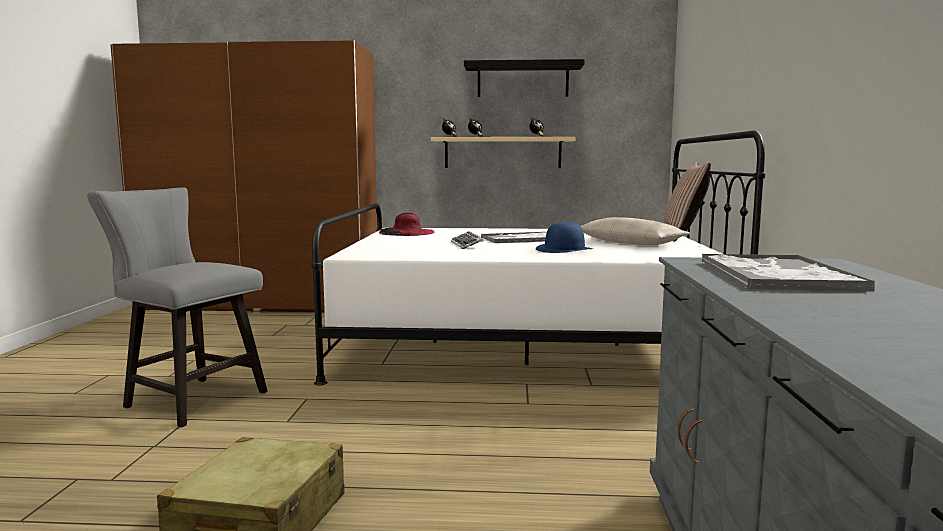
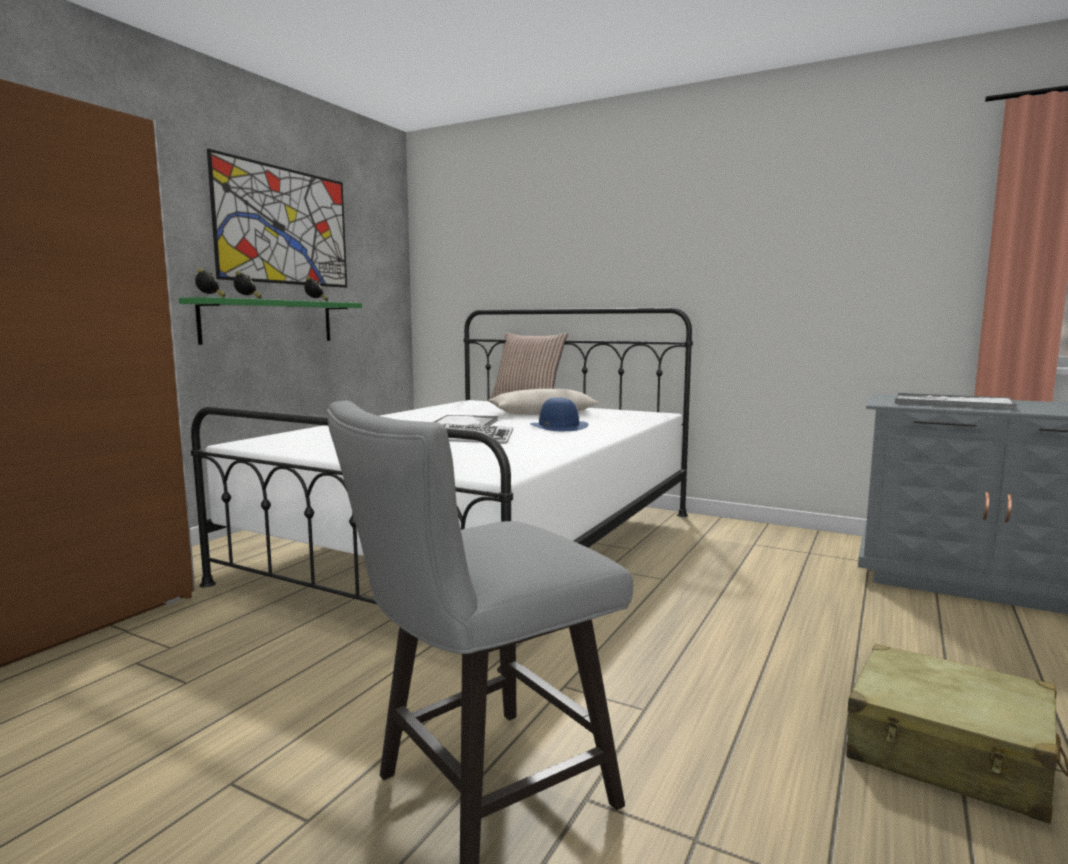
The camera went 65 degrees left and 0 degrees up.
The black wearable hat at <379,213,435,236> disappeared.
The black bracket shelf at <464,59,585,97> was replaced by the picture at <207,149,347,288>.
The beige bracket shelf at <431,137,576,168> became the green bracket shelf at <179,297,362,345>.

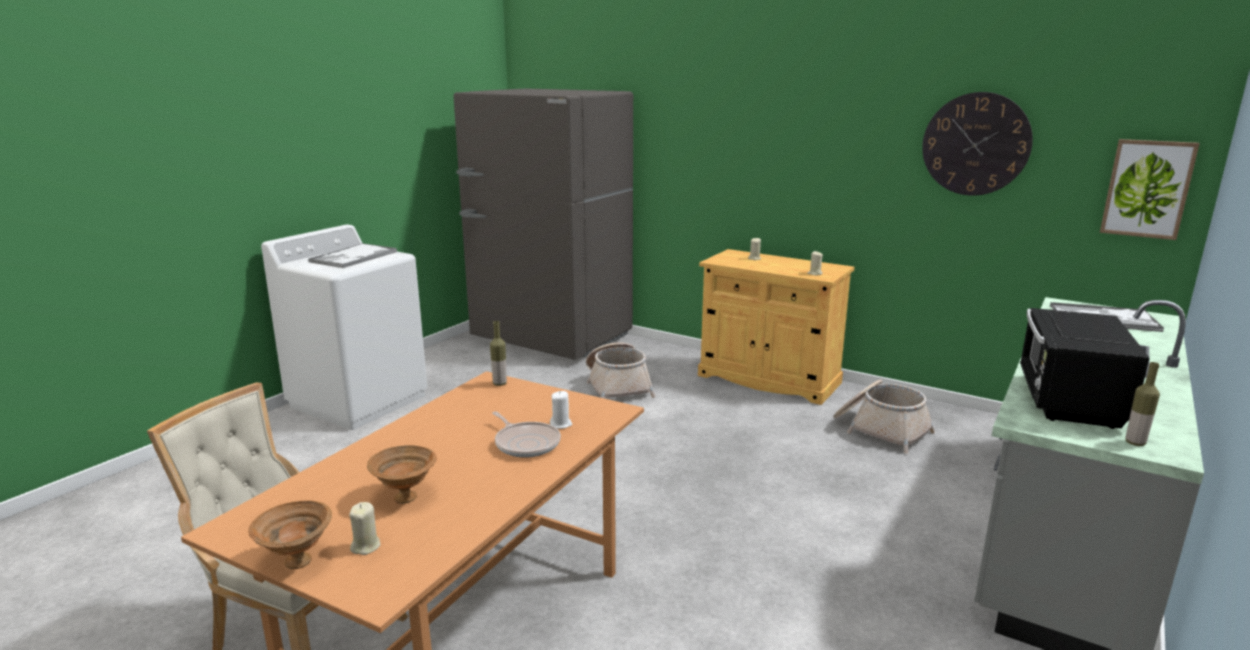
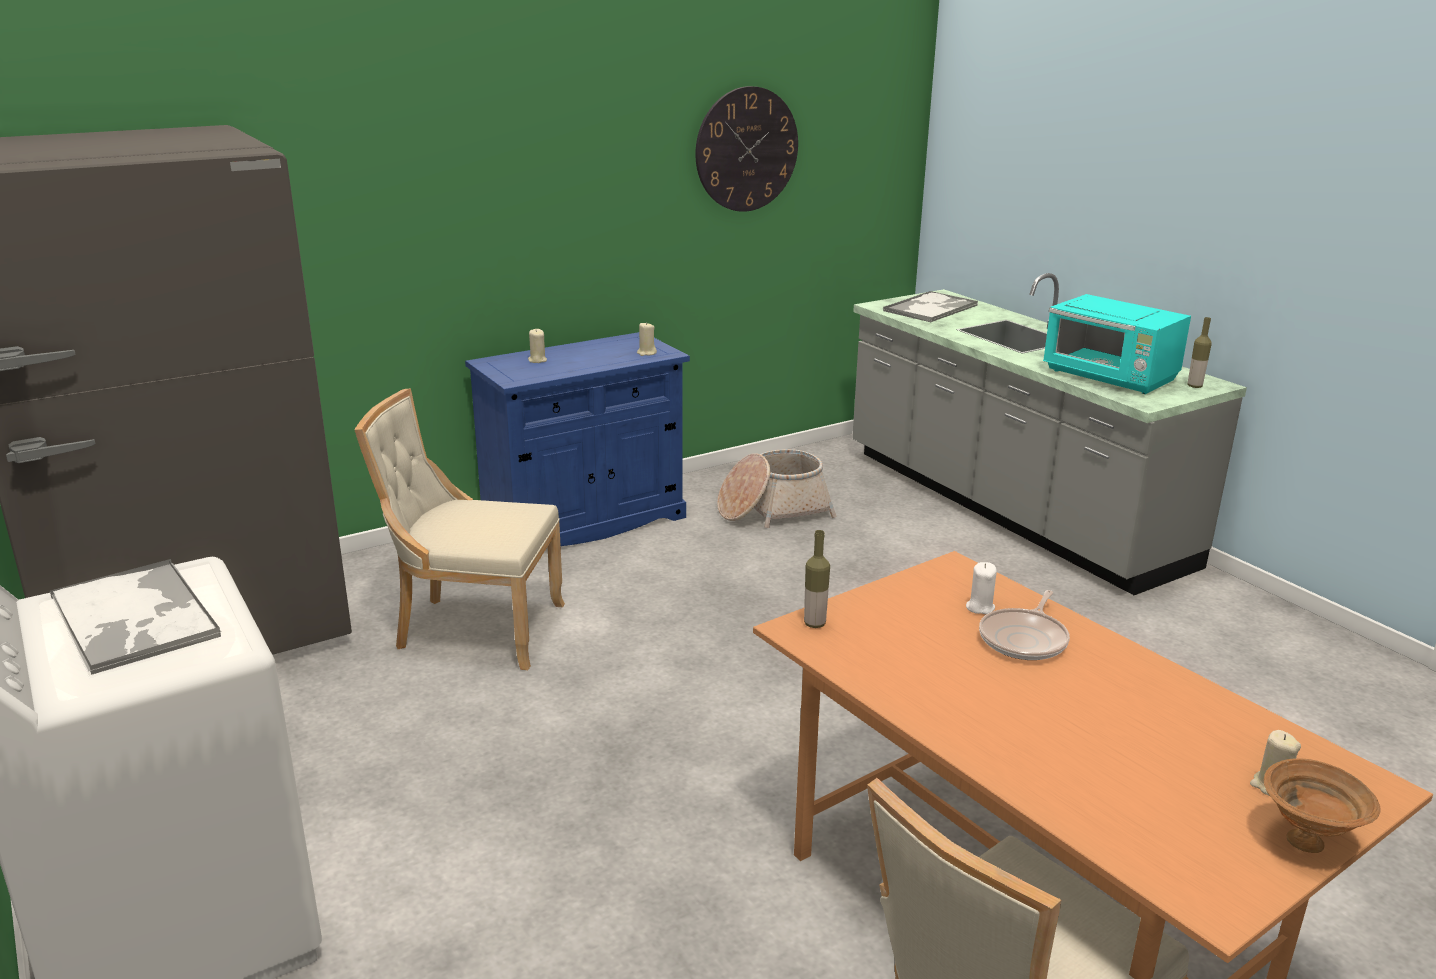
The camera went 65 degrees left and 5 degrees up.
The brownish serving bowl at <367,445,437,504> disappeared.
The picture at <1100,139,1200,240> disappeared.
The basket at <586,342,656,399> was replaced by the beige chair at <355,388,565,670>.
The beige cabinet at <698,249,855,405> became the blue-coloured cabinet at <465,332,690,546>.
The black kitchen microwave at <1020,308,1149,429> became the turquoise kitchen microwave at <1043,294,1191,394>.
The skillet at <492,411,561,457> turned 135 degrees clockwise.

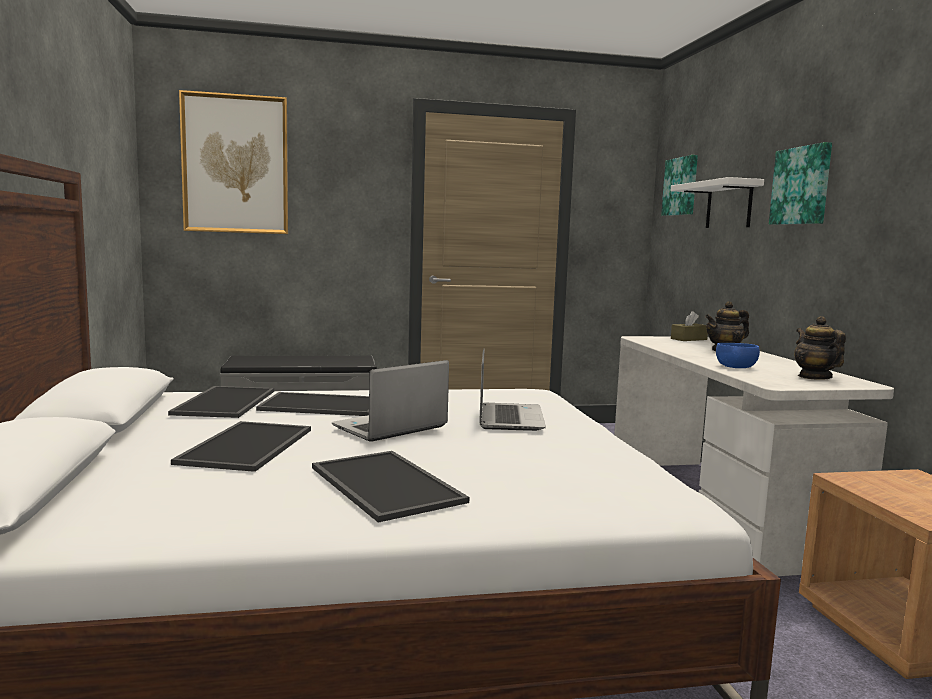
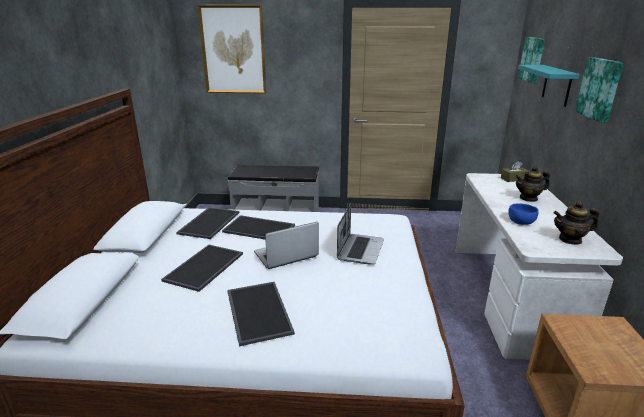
The camera went 15 degrees right and 15 degrees up.
The white bracket shelf at <671,177,764,228> became the turquoise bracket shelf at <518,65,580,107>.
The teapot at <794,316,846,380> turned 90 degrees counterclockwise.

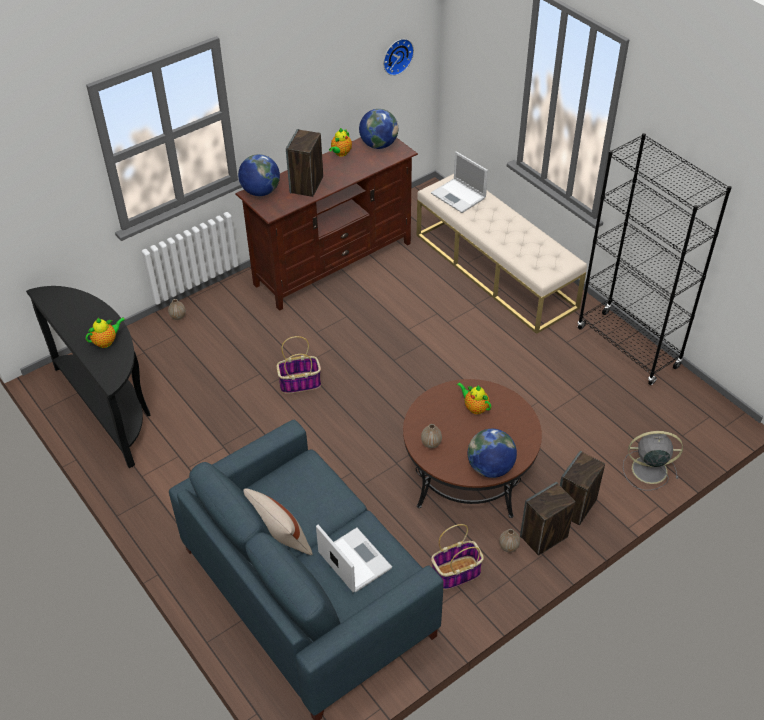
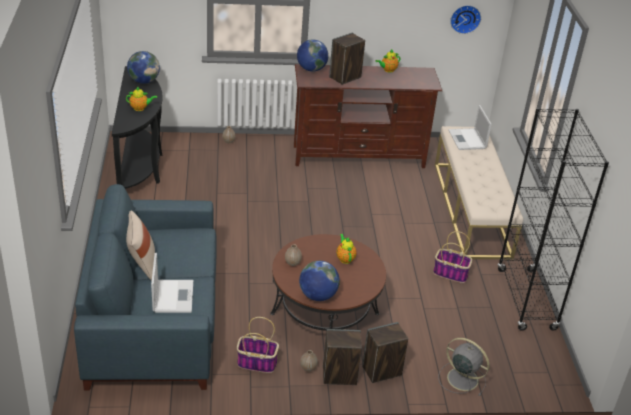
The camera went 30 degrees right and 10 degrees down.
The basket moved from <277,336,321,394> to <433,231,472,283>.
The world globe moved from <359,109,398,149> to <127,51,160,84>.

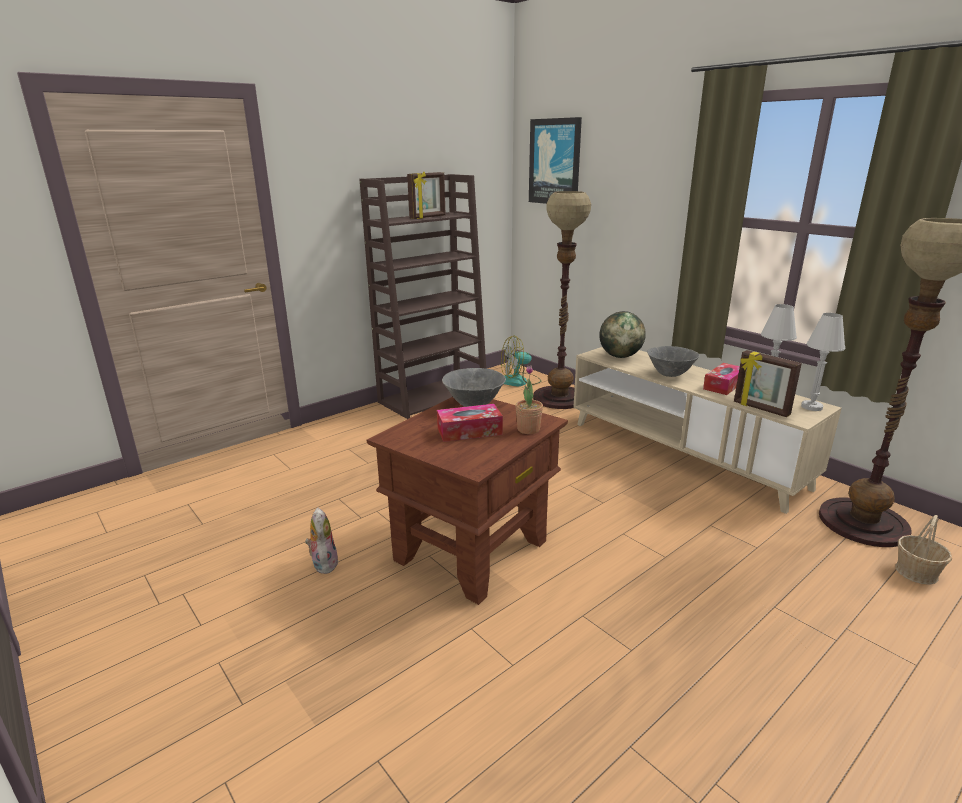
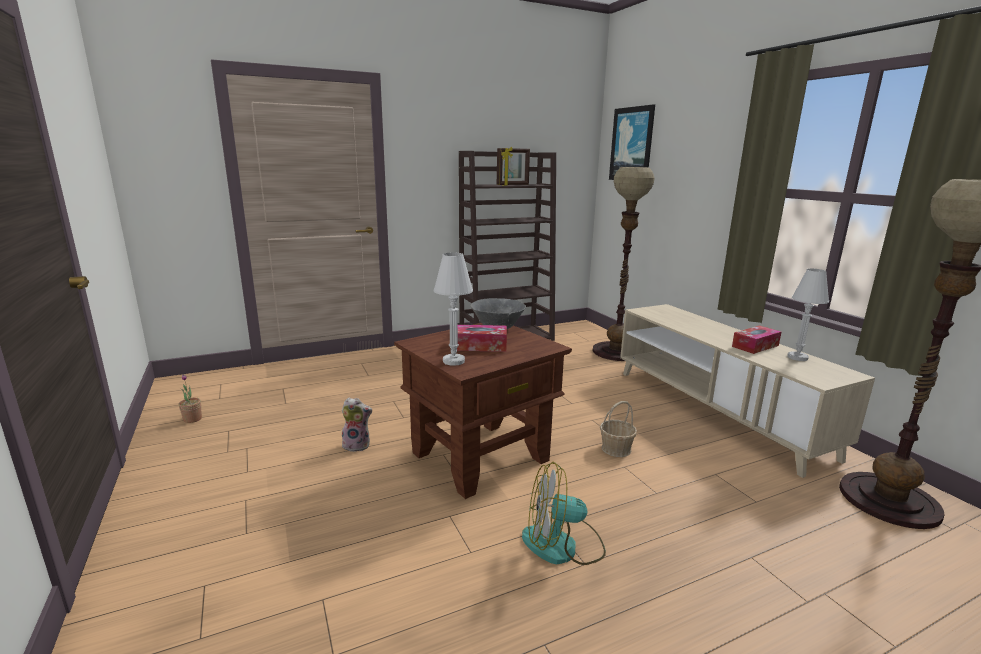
The camera went 15 degrees right and 5 degrees down.
The world globe at <599,311,646,358> disappeared.
The gray serving bowl at <647,346,700,377> disappeared.
The photo frame at <734,350,802,417> disappeared.
The fan moved from <501,336,541,386> to <522,462,606,565>.
The plant in a pot moved from <515,365,543,434> to <178,374,202,423>.
The white table lamp moved from <801,313,845,411> to <434,253,473,366>.
The basket moved from <896,515,952,585> to <600,401,637,457>.
The plush toy at <305,507,339,574> turned 90 degrees clockwise.

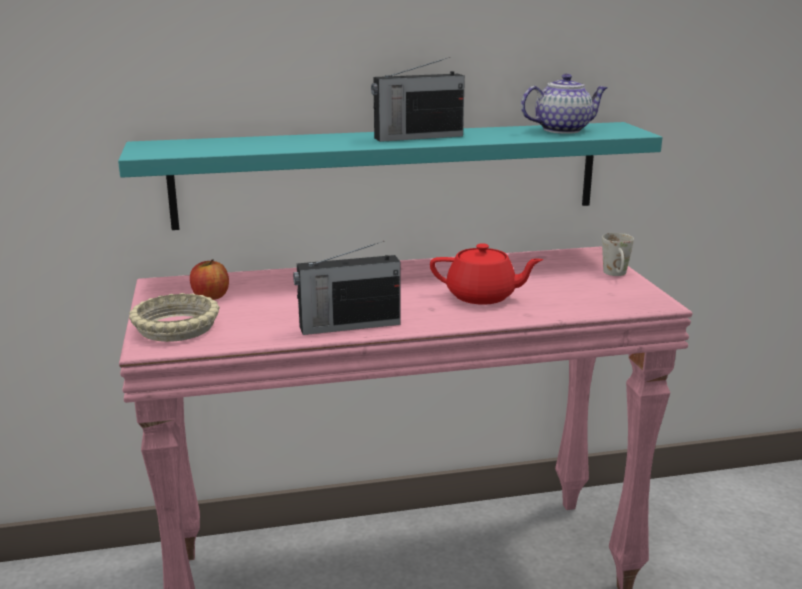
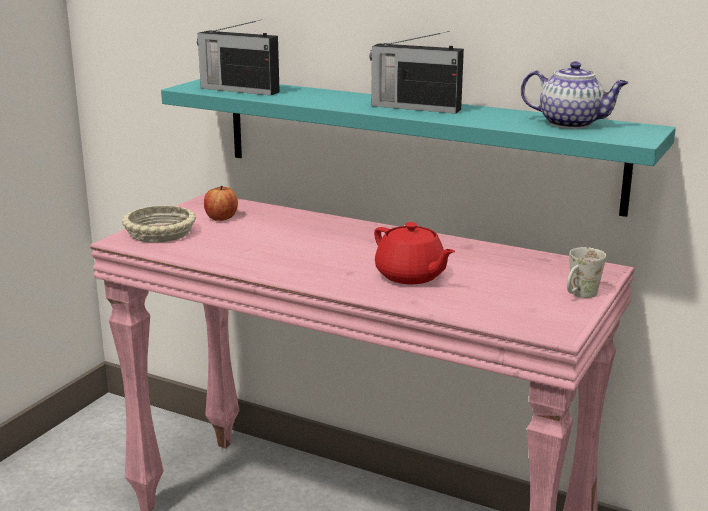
The camera went 40 degrees right and 0 degrees up.
The radio moved from <293,241,400,335> to <197,19,280,96>.

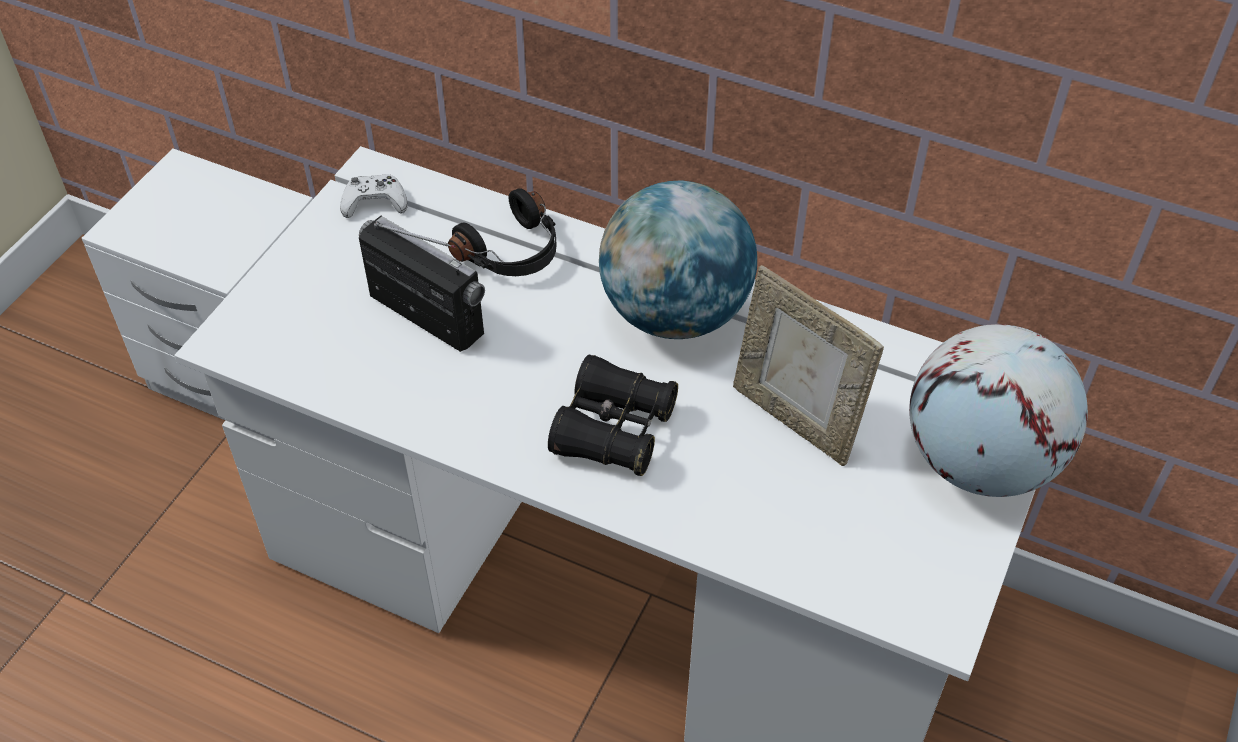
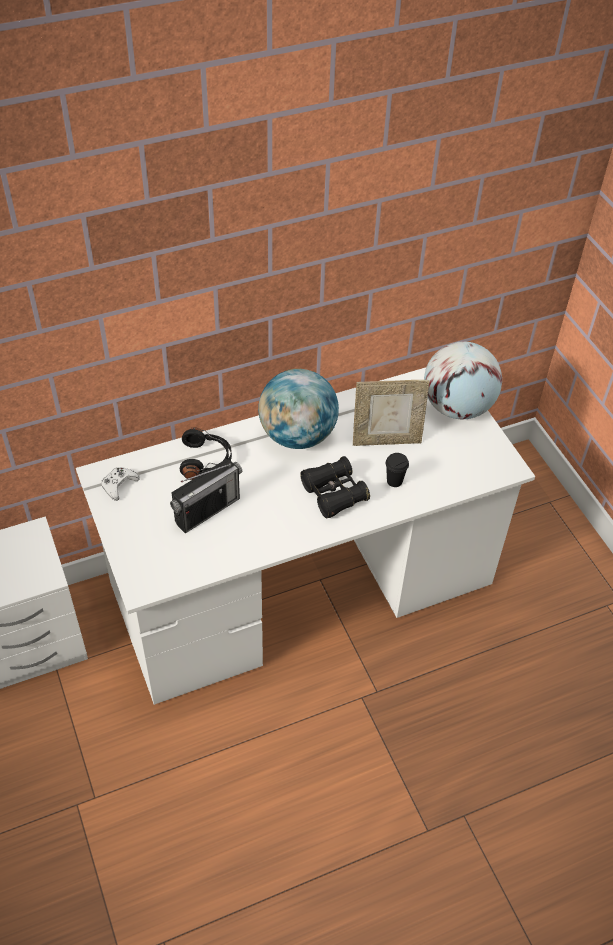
The camera went 50 degrees left and 0 degrees up.
The black small cup at <386,453,409,487> appeared.
The radio at <359,216,485,352> turned 150 degrees clockwise.

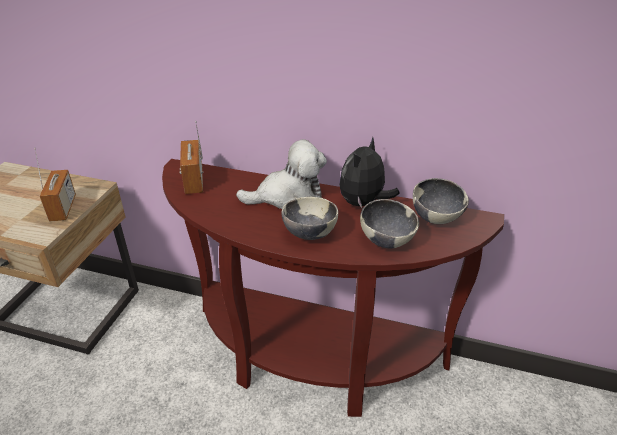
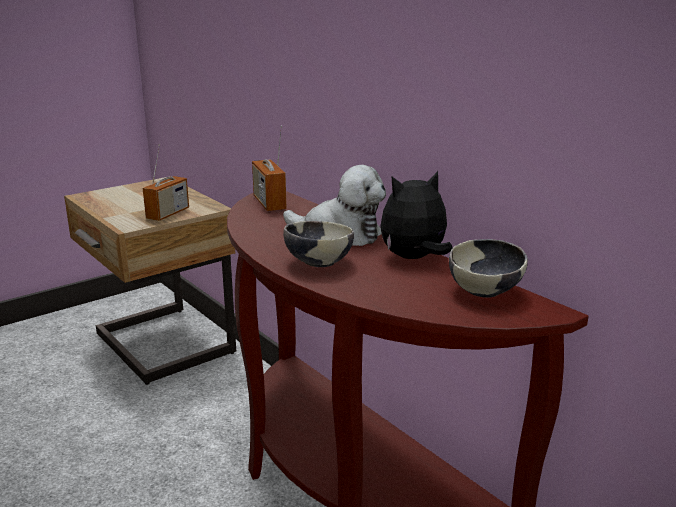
The camera went 35 degrees right and 15 degrees down.
The serving bowl at <360,199,419,249> disappeared.
The radio at <180,121,203,194> turned 45 degrees counterclockwise.

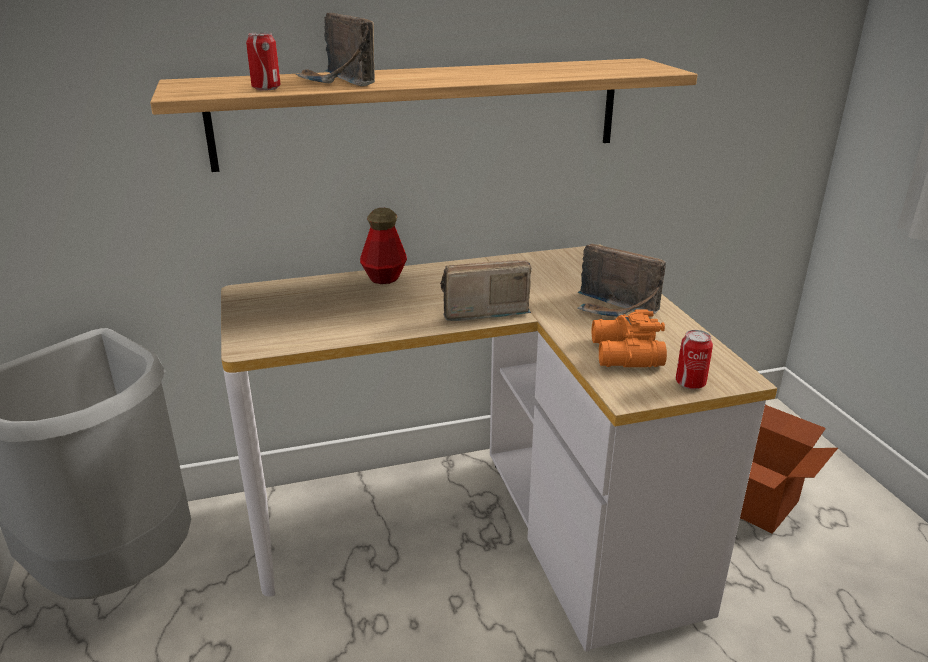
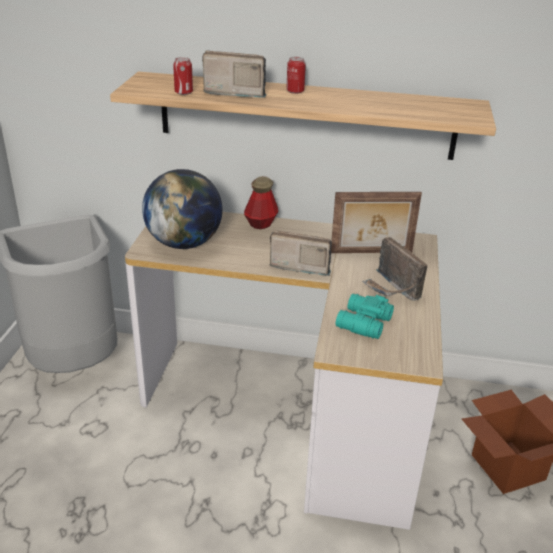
The camera went 25 degrees right and 5 degrees up.
The world globe at <142,169,223,249> appeared.
The photo frame at <331,192,422,253> appeared.
The metal can moved from <676,330,713,389> to <286,57,306,94>.
The orange-coloured field glasses at <592,310,667,367> became the turquoise field glasses at <336,294,394,339>.
The radio at <296,13,375,86> turned 105 degrees clockwise.

